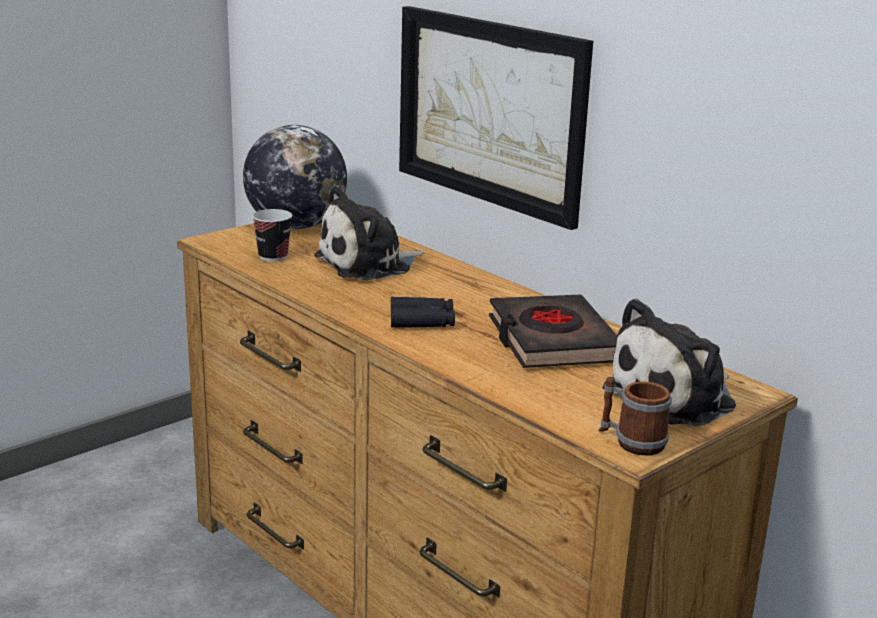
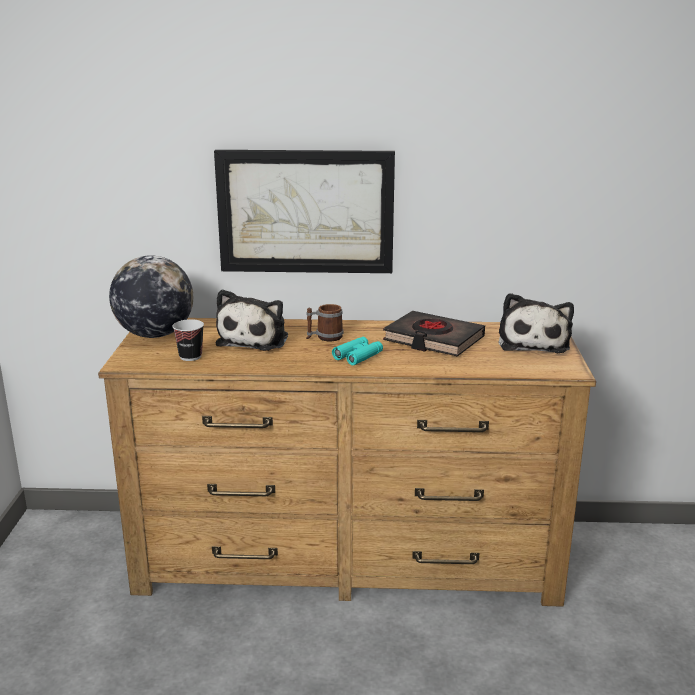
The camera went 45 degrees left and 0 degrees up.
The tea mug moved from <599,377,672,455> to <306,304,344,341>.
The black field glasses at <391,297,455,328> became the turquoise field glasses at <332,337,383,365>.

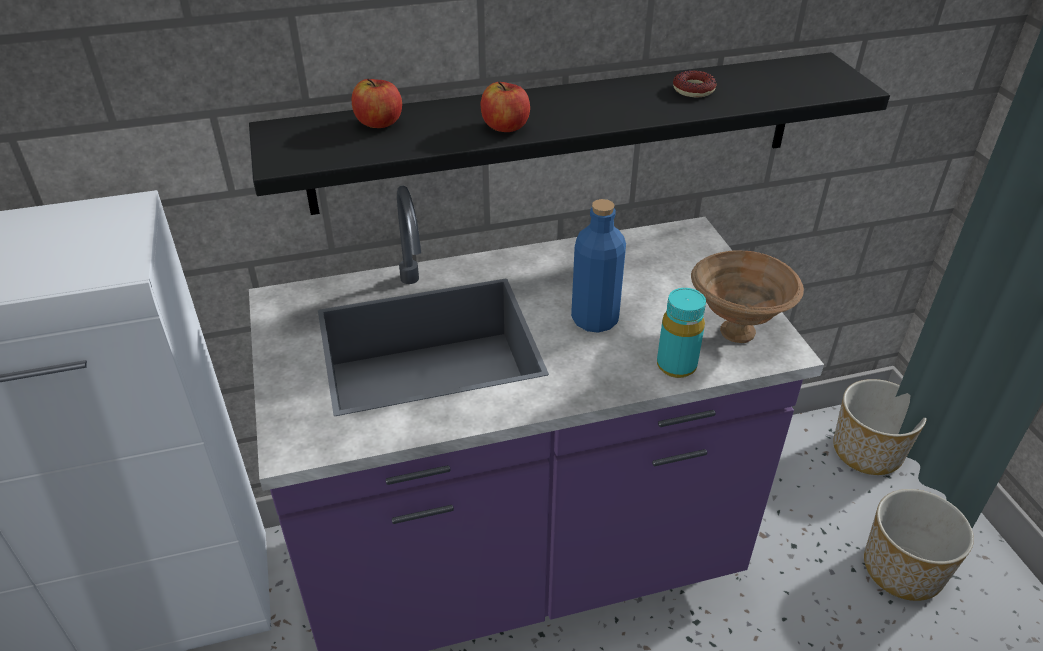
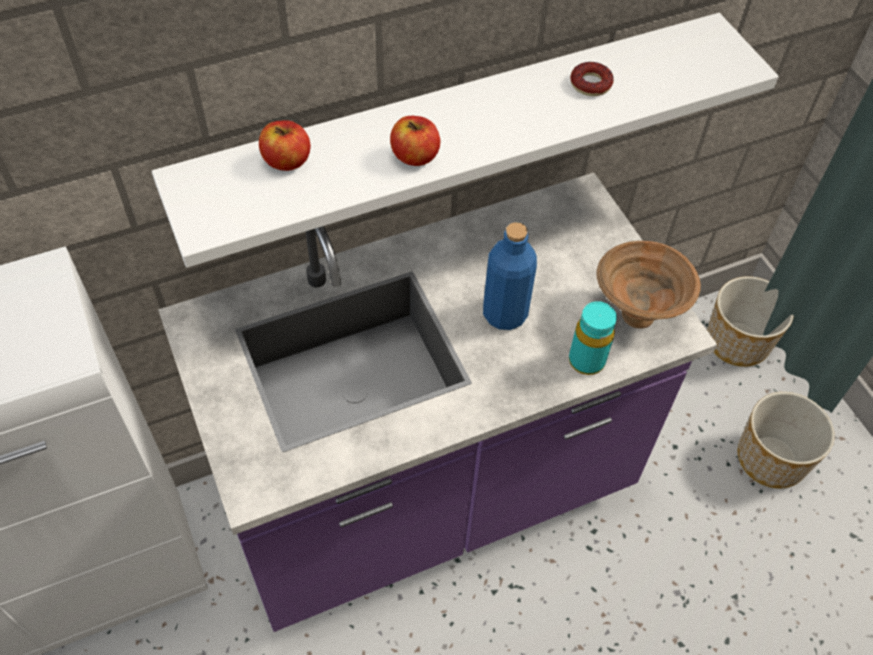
The camera went 10 degrees left and 15 degrees up.
The black bracket shelf at <249,52,890,215> became the white bracket shelf at <152,13,779,268>.

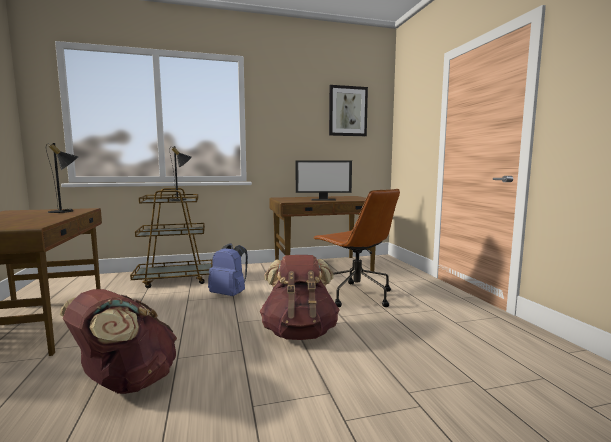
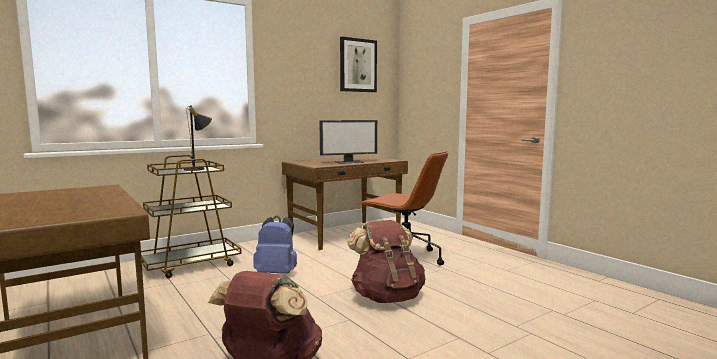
The camera went 20 degrees left and 0 degrees up.
The black table lamp at <46,143,79,213> disappeared.

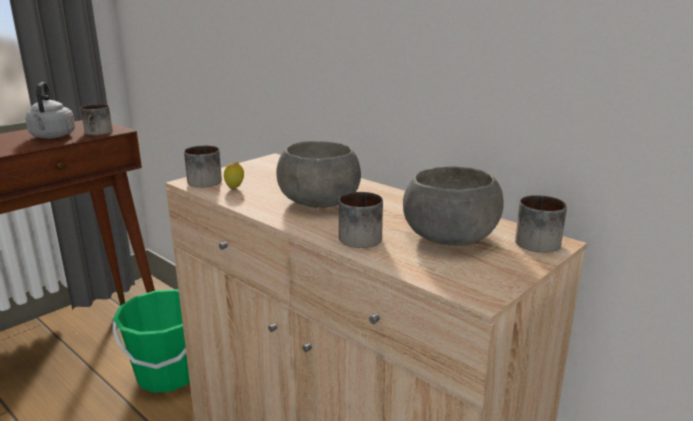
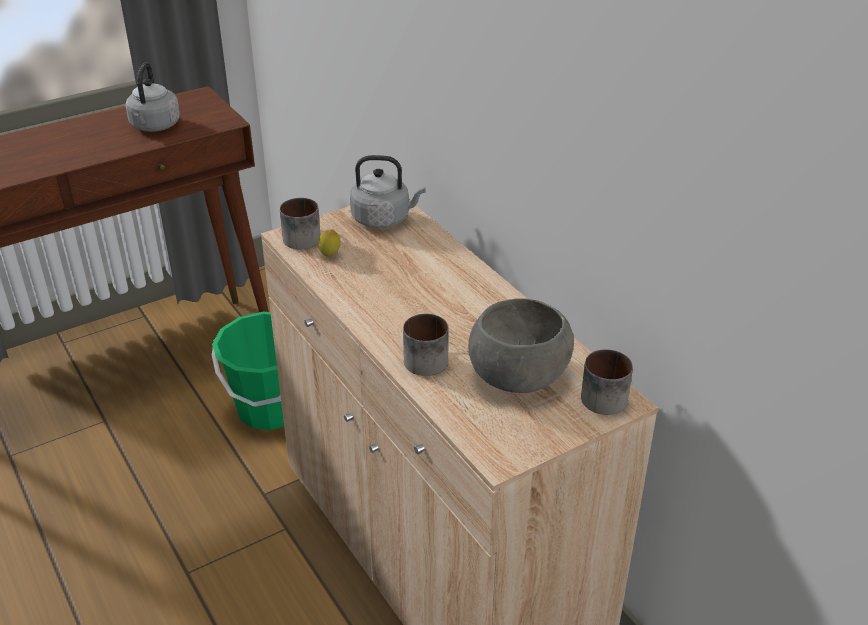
The camera went 15 degrees right and 15 degrees up.
The tea mug at <81,104,113,135> disappeared.
The gray serving bowl at <276,141,361,208> disappeared.
The gray water kettle at <350,155,426,228> appeared.

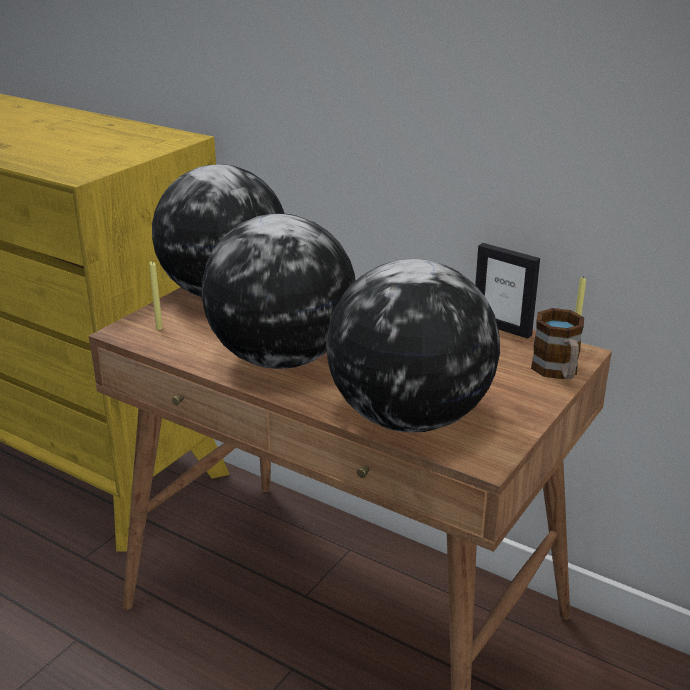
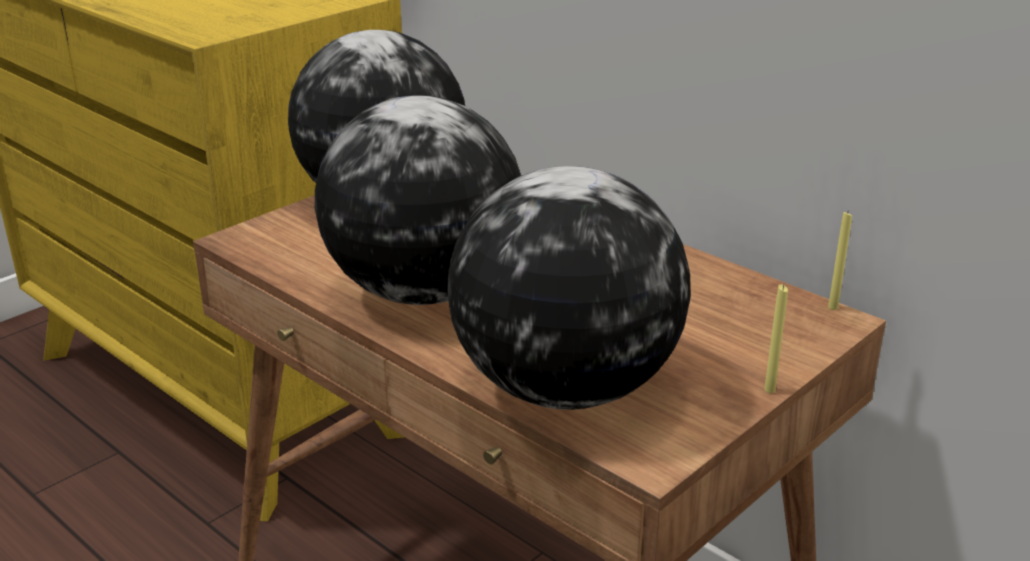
The camera went 10 degrees right and 0 degrees up.
The photo frame at <475,243,540,339> disappeared.
The tea mug at <531,308,584,379> disappeared.
The yellow wax light moved from <149,261,163,330> to <764,284,788,393>.

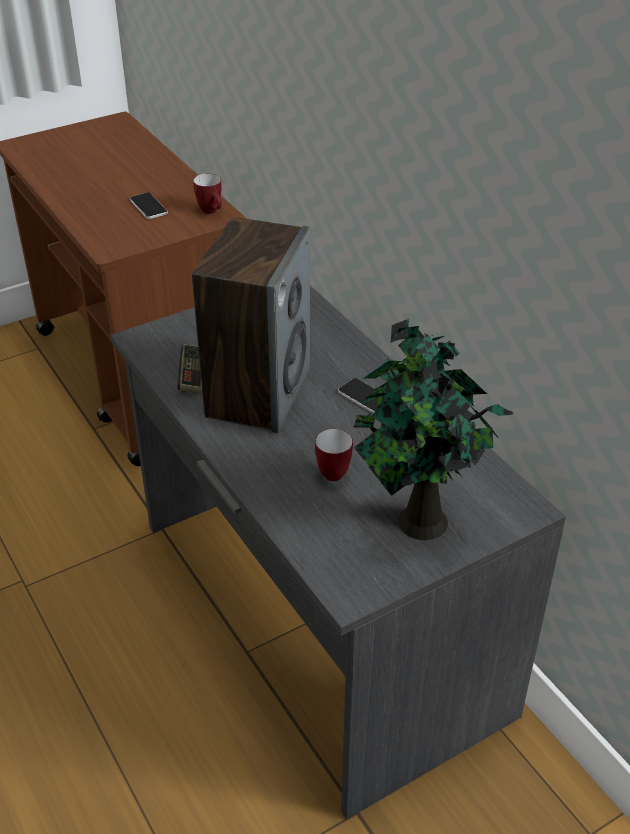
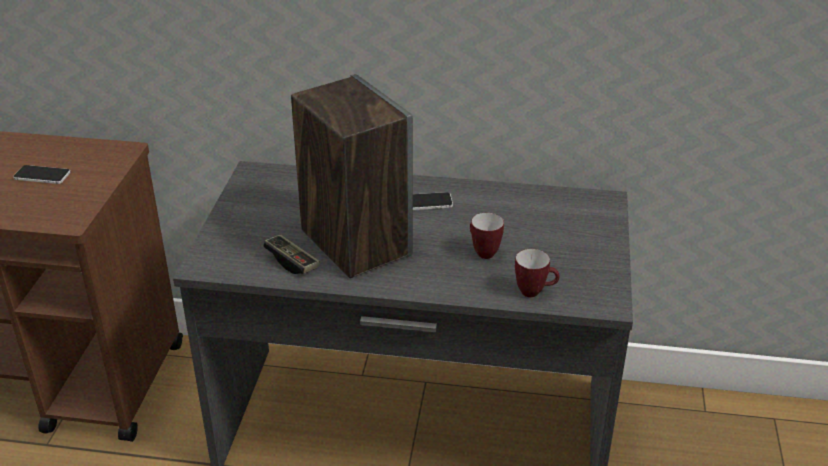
The camera went 50 degrees left and 5 degrees down.
The plant in a pot at <354,319,514,540> disappeared.
The tea mug moved from <193,174,222,214> to <515,249,560,297>.

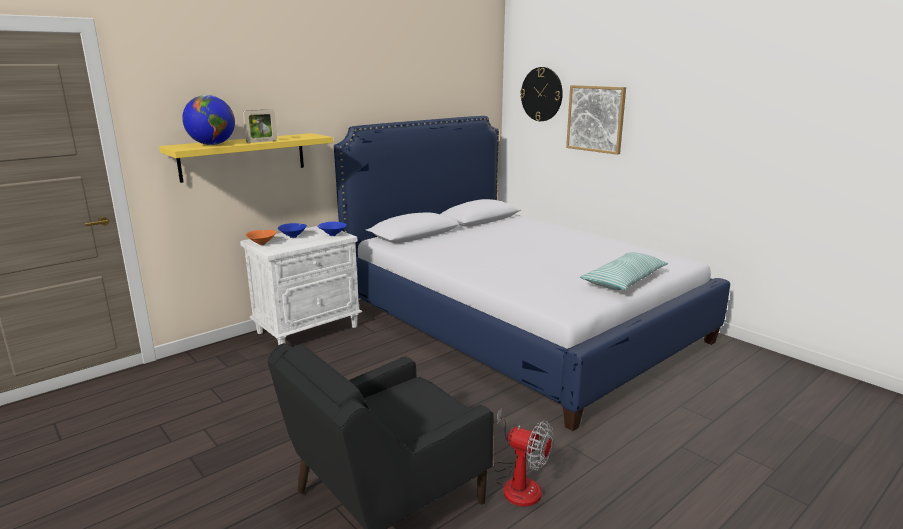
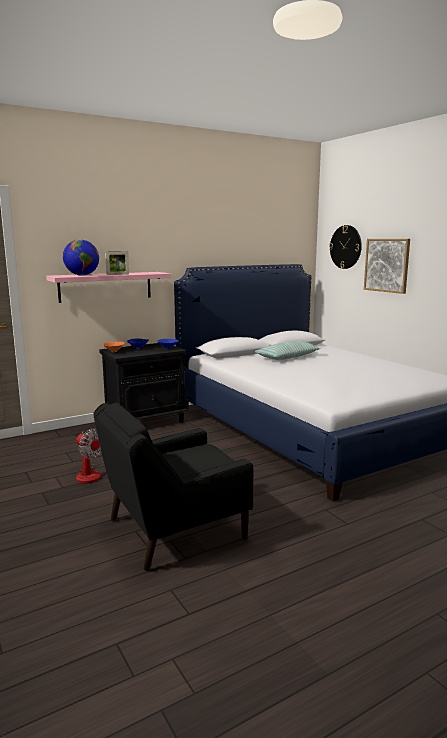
The camera went 10 degrees right and 5 degrees down.
The fan moved from <493,408,553,506> to <76,429,104,483>.
The pillow moved from <580,252,668,290> to <254,341,320,360>.
The yellow bracket shelf at <159,133,333,183> became the pink bracket shelf at <46,272,171,303>.
The white bedside table at <240,226,363,345> became the black bedside table at <99,343,188,423>.

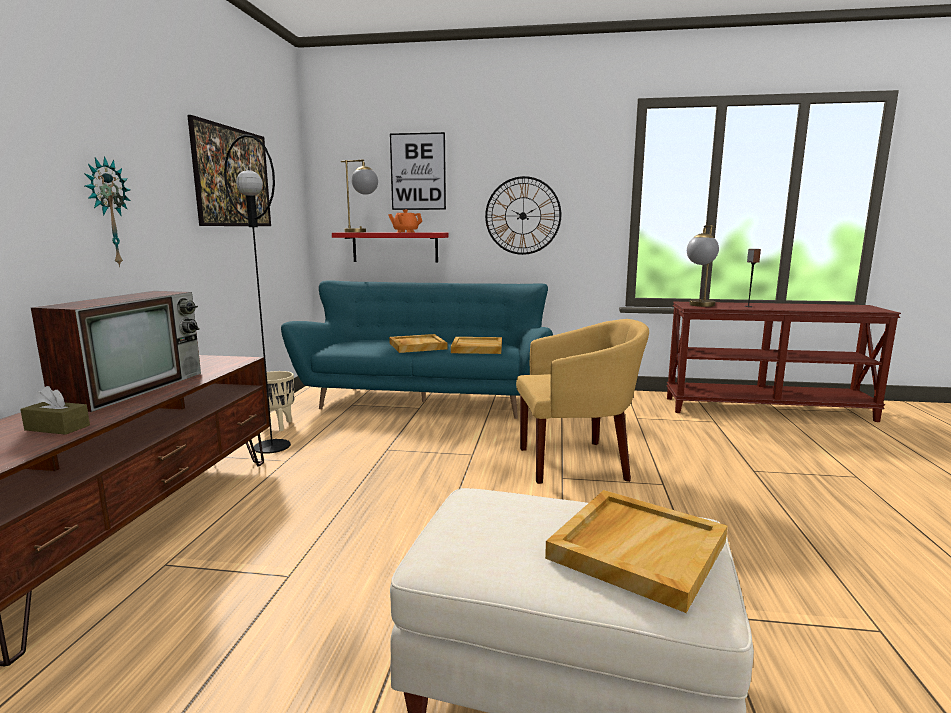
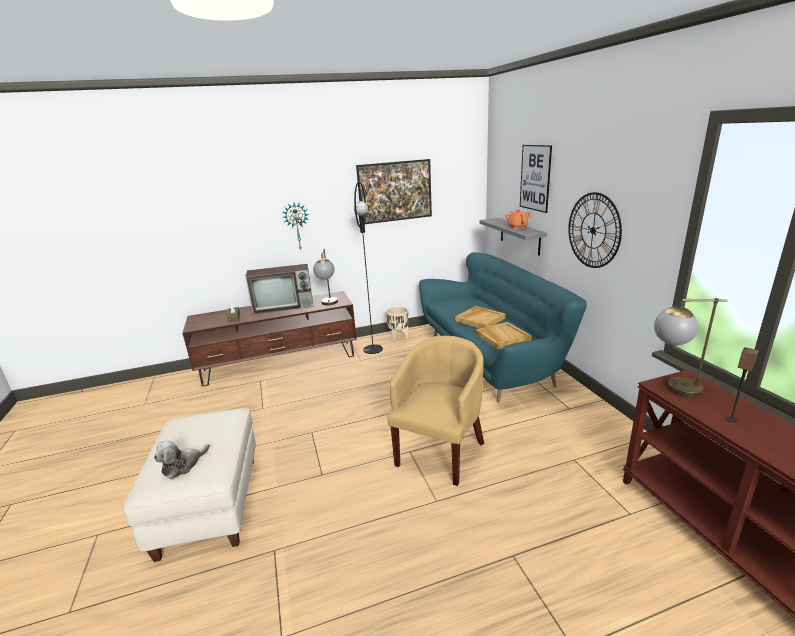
The camera went 65 degrees right and 10 degrees up.
The table lamp moved from <341,159,378,232> to <313,248,338,305>.
The beige carrying tray at <545,490,727,613> was replaced by the plush toy at <154,441,210,480>.
The reddish bracket shelf at <332,232,449,263> became the gray bracket shelf at <479,218,547,256>.
The yellow lounge chair at <516,319,649,484> turned 120 degrees counterclockwise.

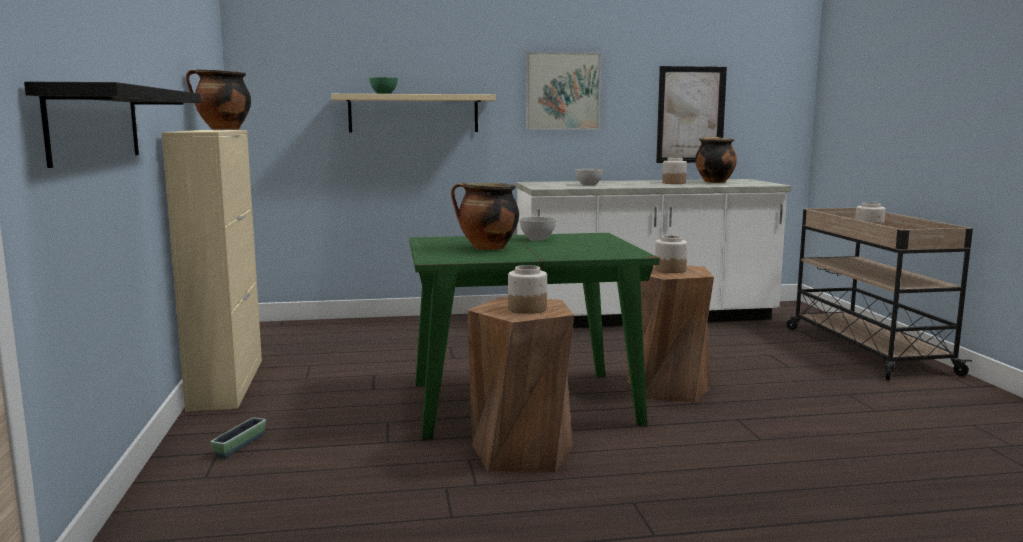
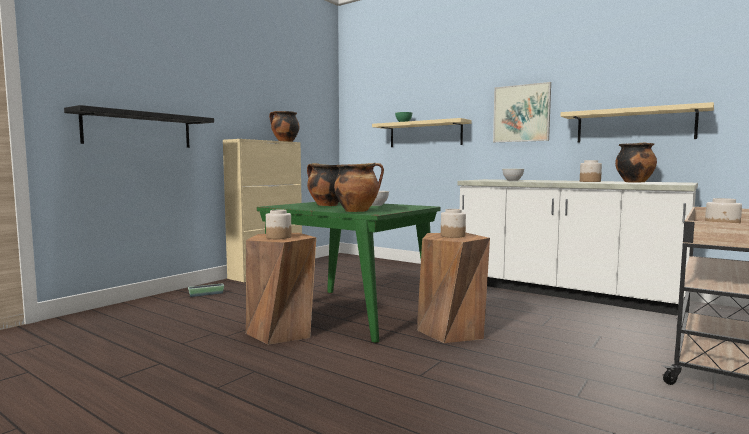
The camera went 45 degrees right and 5 degrees down.
The cooking pot at <334,163,384,212> appeared.
The picture at <656,66,727,163> was replaced by the beige bracket shelf at <561,102,714,142>.

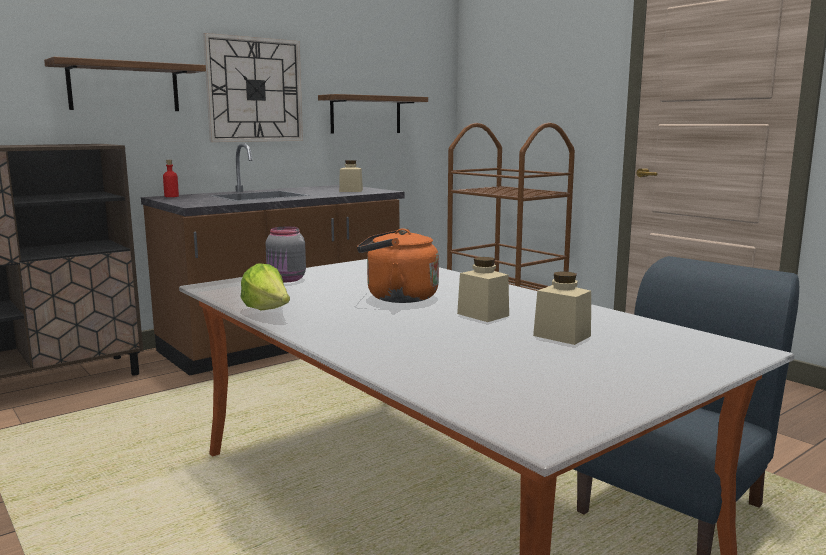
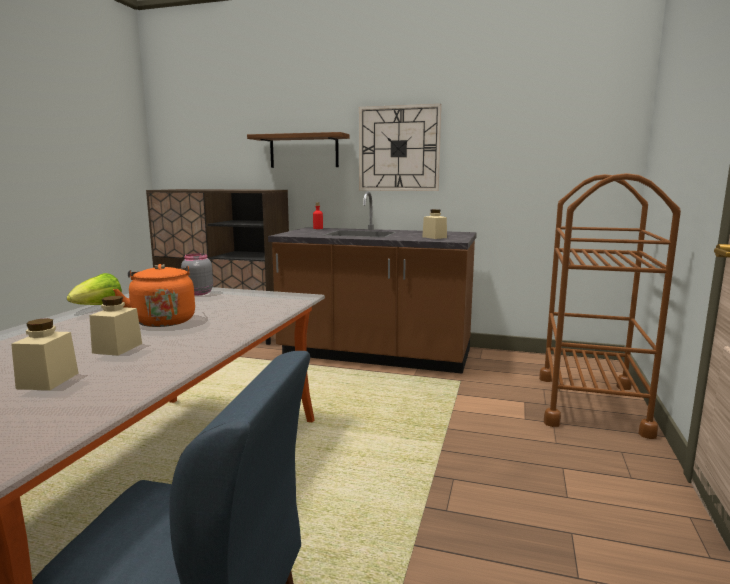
The camera went 55 degrees right and 0 degrees up.
The bracket shelf at <318,94,428,133> disappeared.

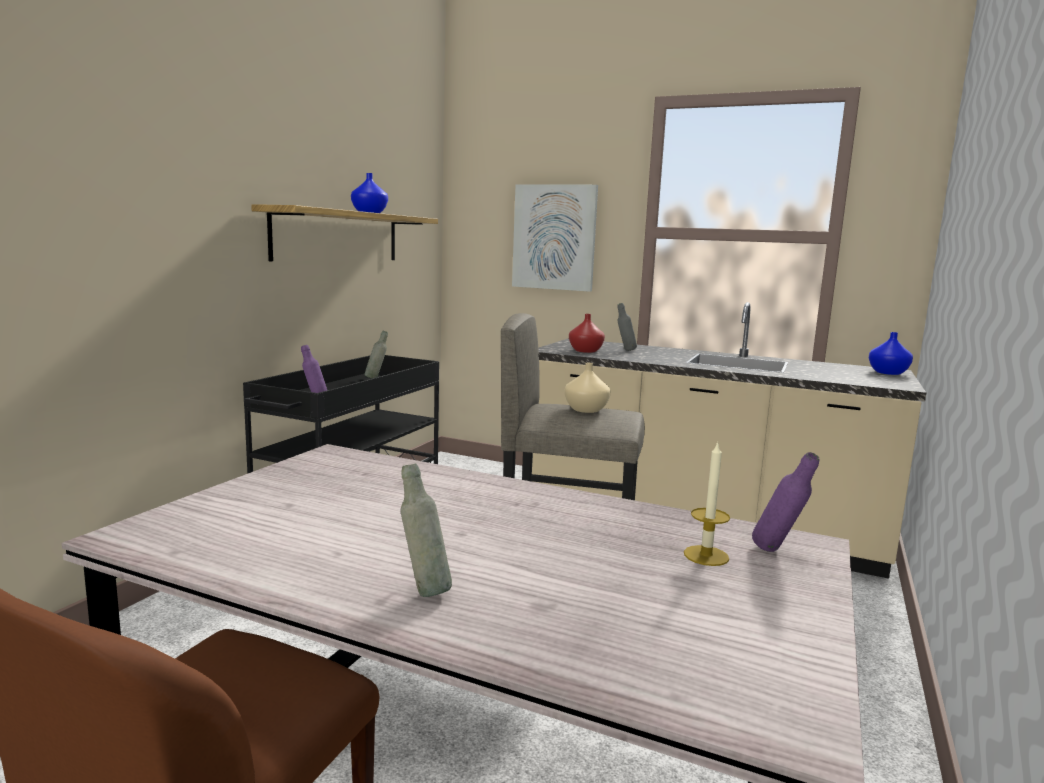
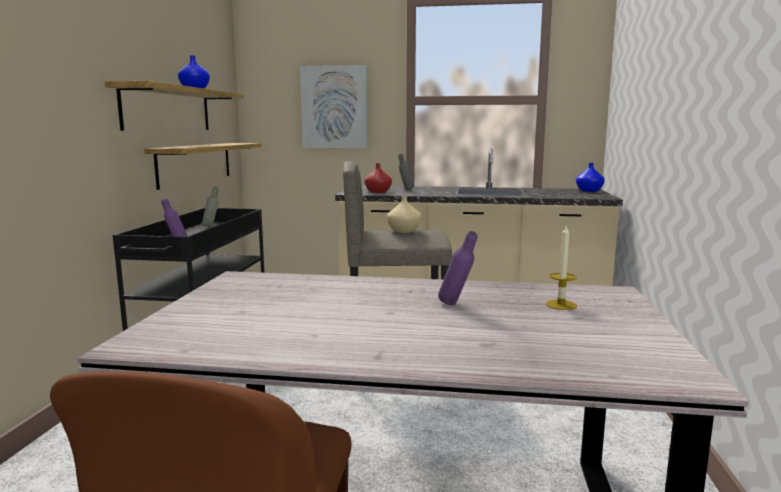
The camera went 15 degrees left and 0 degrees up.
The gray drink bottle at <401,463,452,597> disappeared.
The bracket shelf at <144,143,262,190> appeared.
The purple-coloured drink bottle moved from <752,452,819,552> to <438,231,477,305>.

